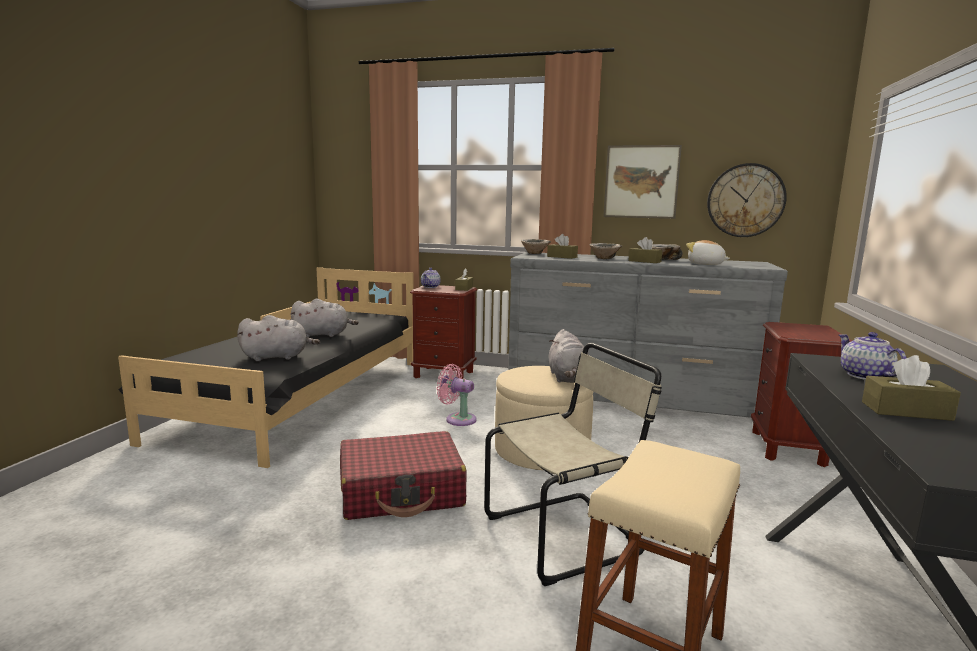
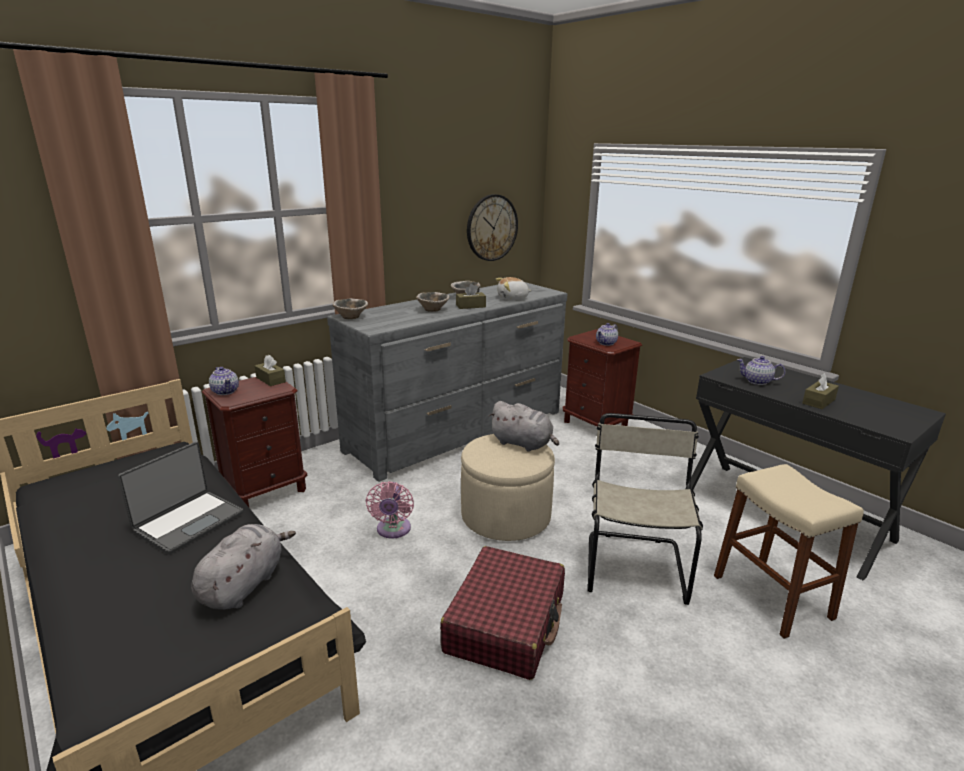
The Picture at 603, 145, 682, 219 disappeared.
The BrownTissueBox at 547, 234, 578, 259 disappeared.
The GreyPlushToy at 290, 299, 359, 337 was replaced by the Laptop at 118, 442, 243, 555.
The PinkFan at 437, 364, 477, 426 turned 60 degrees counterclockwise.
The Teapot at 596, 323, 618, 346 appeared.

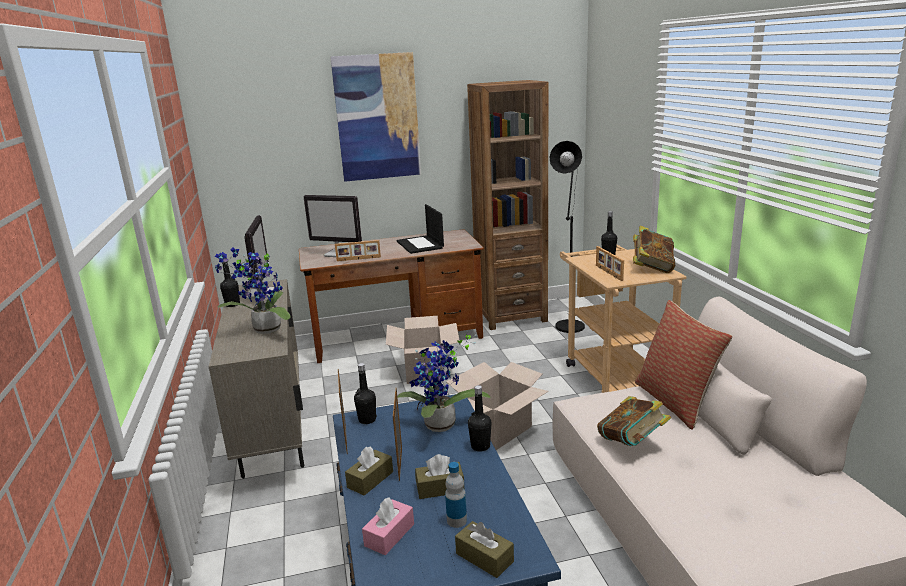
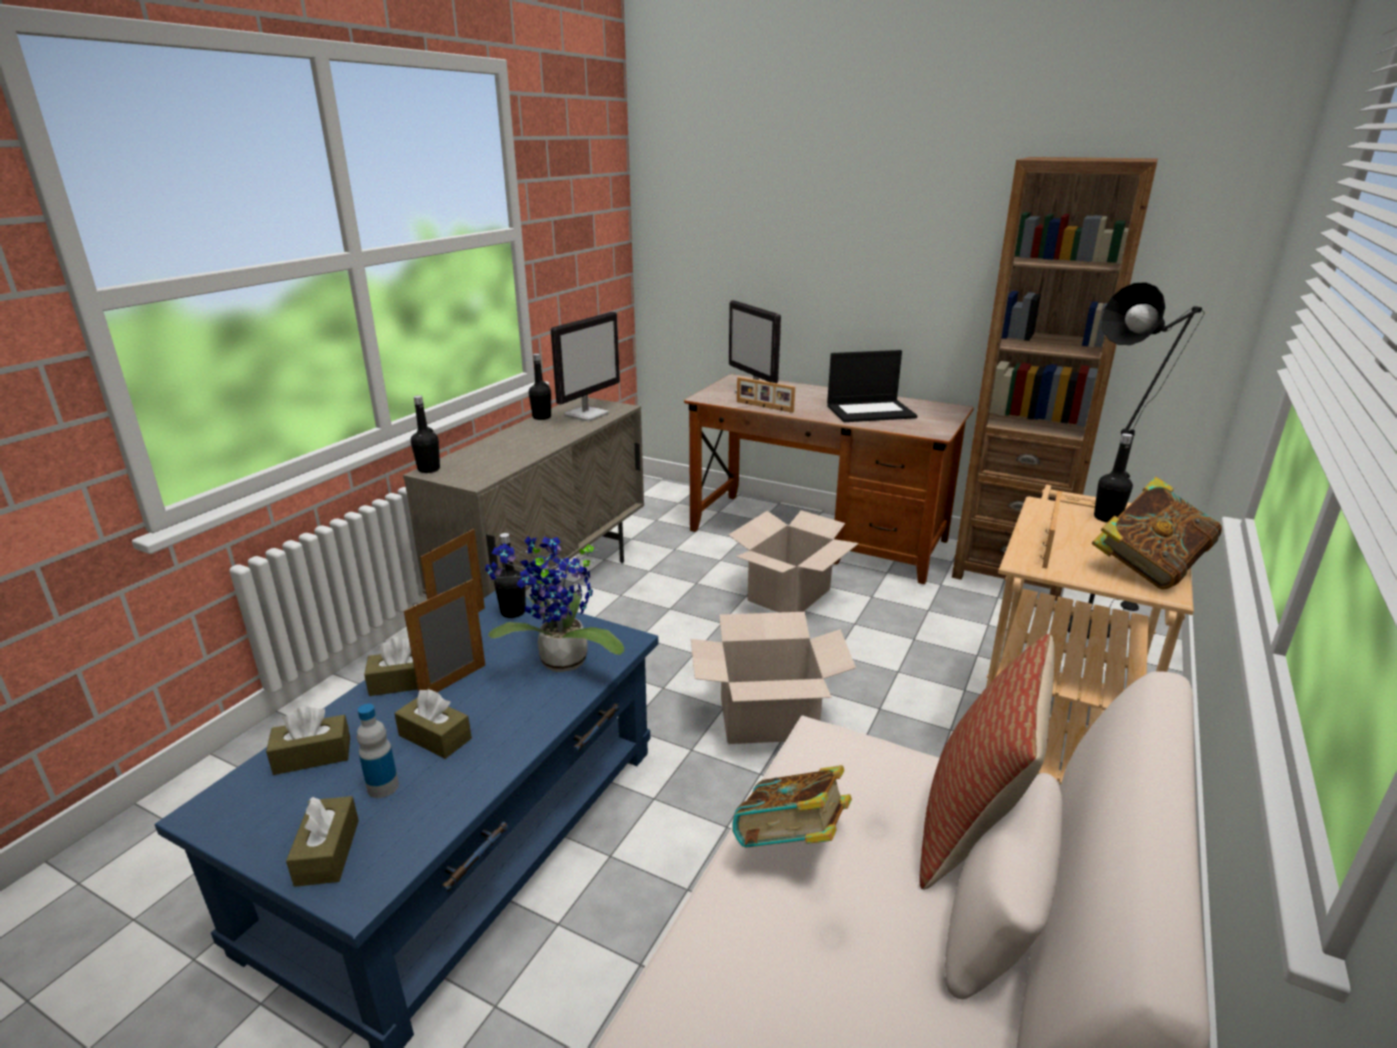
The Picture at 330, 52, 421, 182 disappeared.
The Laptop at 396, 204, 444, 254 turned 120 degrees counterclockwise.
The PottedPlant at 215, 248, 290, 334 disappeared.
The BlackBottle moved from 468, 385, 491, 452 to 411, 395, 440, 473.
The PinkTissueBox at 362, 497, 414, 555 became the BrownTissueBox at 266, 706, 350, 775.

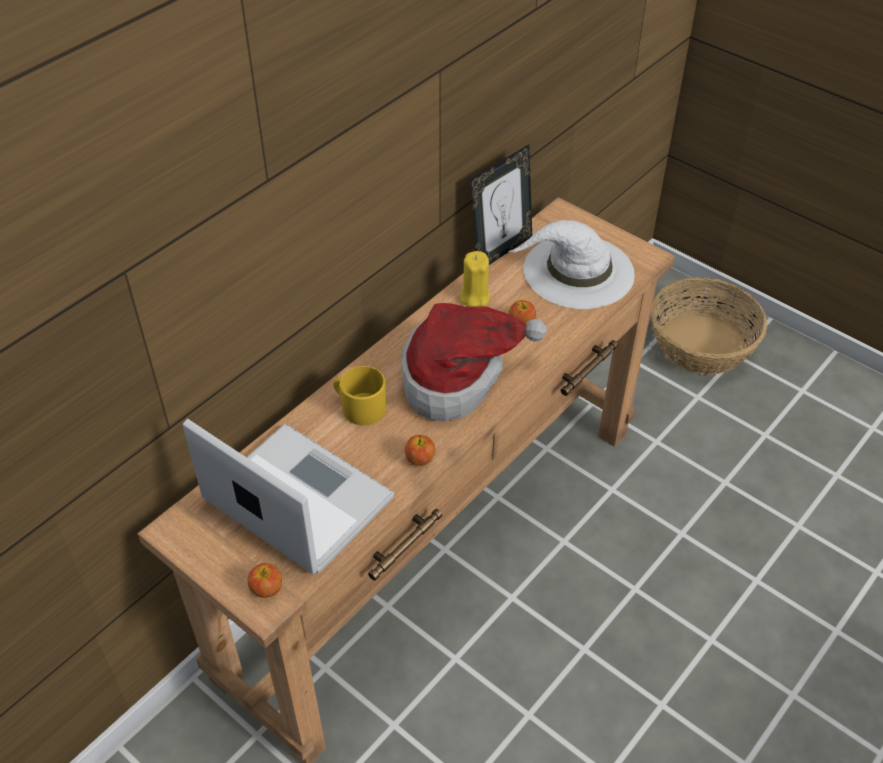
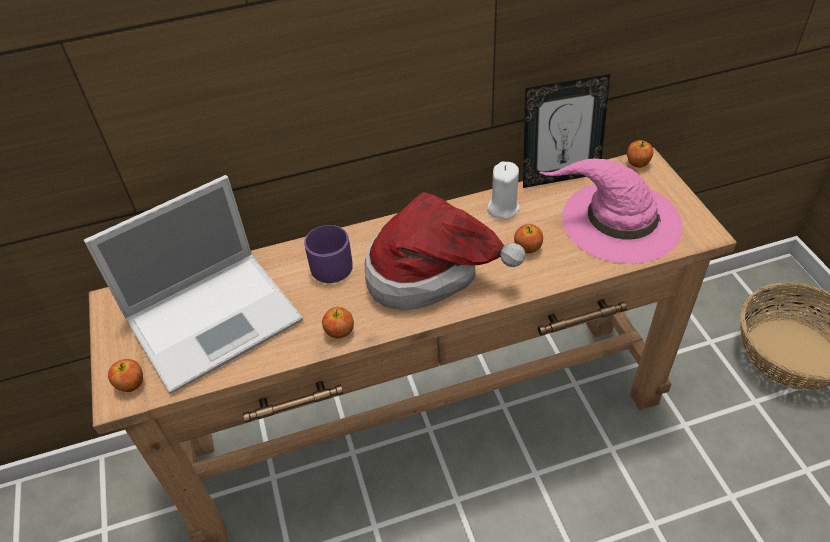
The WhiteHat at 509, 220, 634, 309 became the PinkHat at 540, 159, 683, 264.
The YellowCandle at 459, 251, 490, 307 became the WhiteCandle at 487, 161, 520, 219.
The YellowMug at 333, 366, 387, 426 became the PurpleMug at 304, 225, 353, 283.
The Laptop at 183, 419, 394, 574 turned 75 degrees clockwise.
The Apple at 627, 140, 653, 168 appeared.

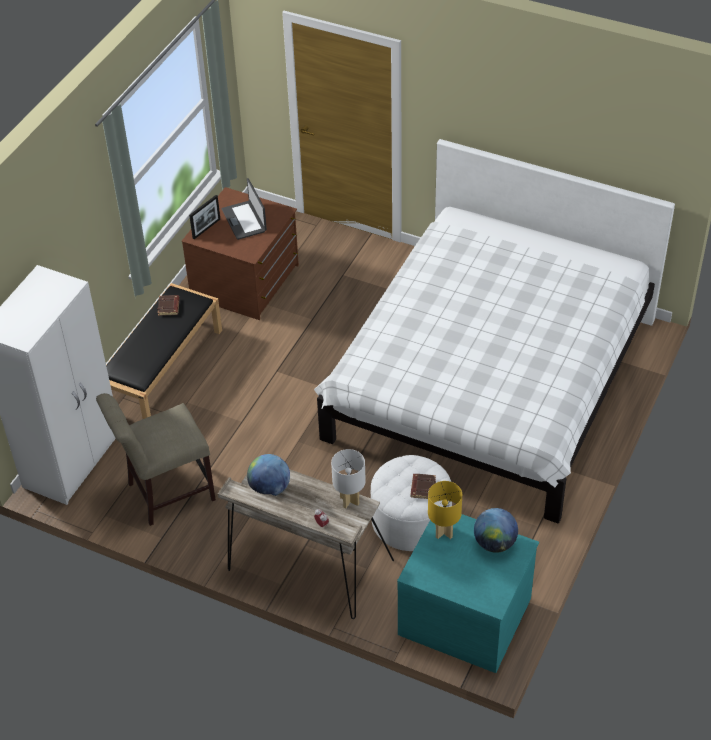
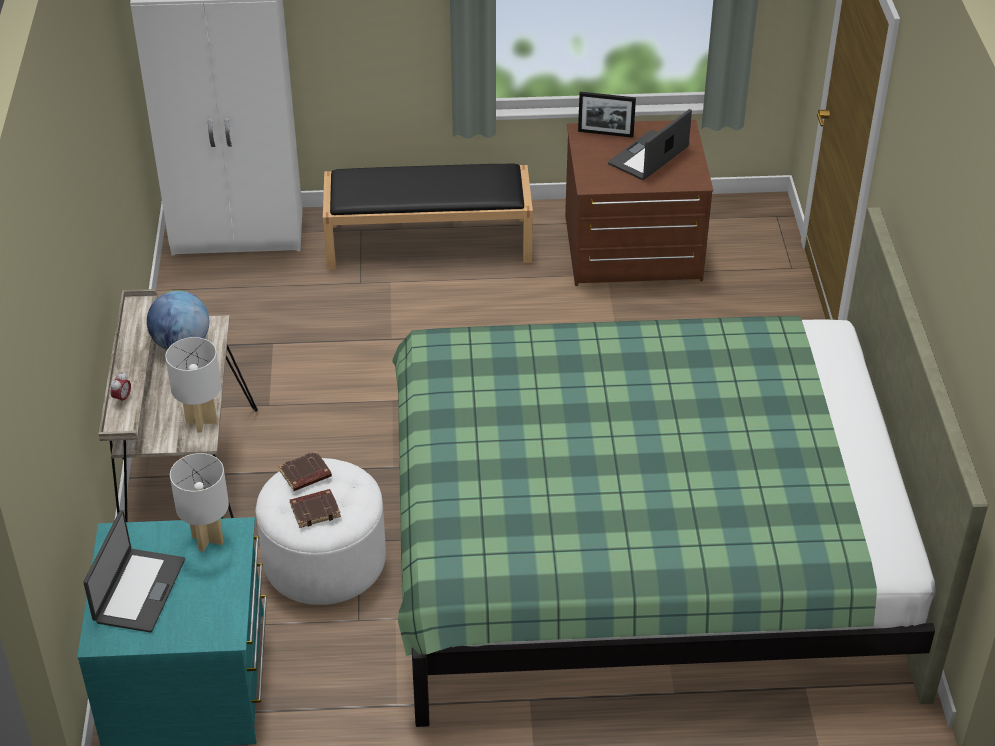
The WhiteBed at 314, 139, 675, 523 became the GreenBed at 392, 207, 988, 727.
The BrownBook moved from 157, 295, 180, 316 to 279, 451, 332, 491.
The BeigeChair at 96, 393, 216, 526 disappeared.
The YellowTableLamp at 428, 481, 462, 539 became the WhiteTableLamp at 170, 453, 229, 552.
The Globe at 474, 508, 518, 553 disappeared.
The Laptop at 83, 510, 185, 633 appeared.

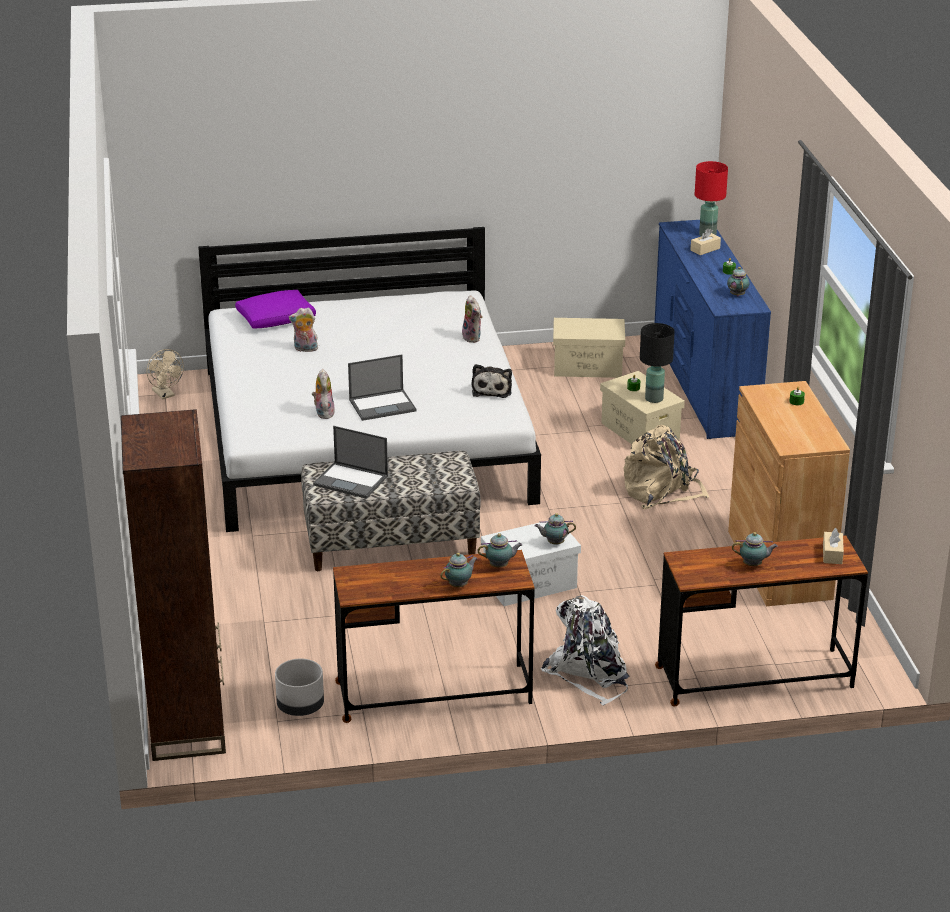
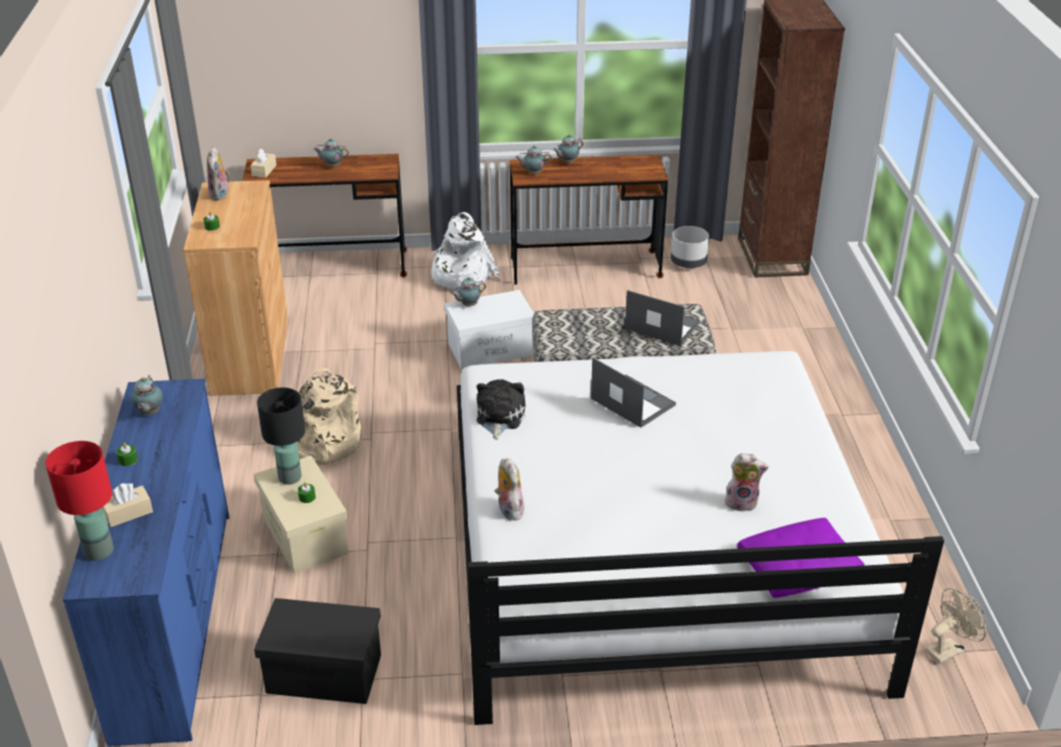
The BeigeStorageBox at 553, 318, 625, 378 became the BlackStorageBox at 254, 598, 381, 704.
The BeigeFan at 146, 349, 184, 399 turned 90 degrees clockwise.
The Laptop at 348, 355, 417, 421 turned 60 degrees clockwise.
The PlushToy moved from 312, 369, 335, 419 to 207, 146, 229, 200.
The Teapot at 535, 513, 576, 544 turned 150 degrees clockwise.

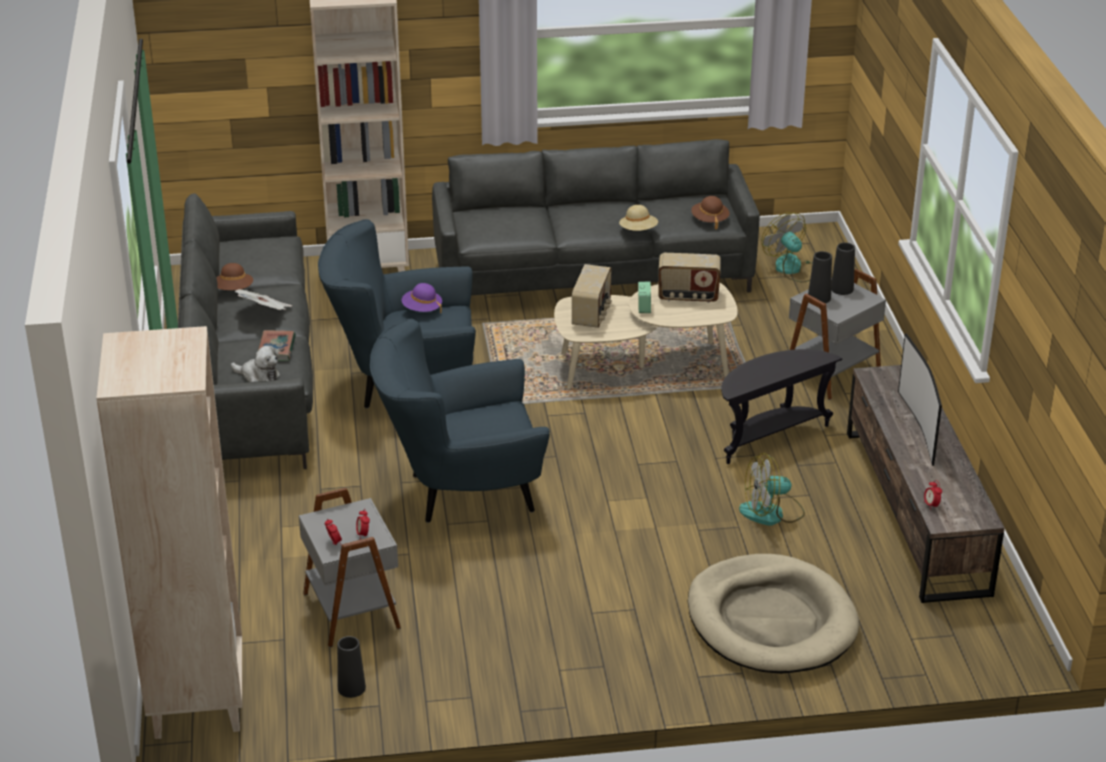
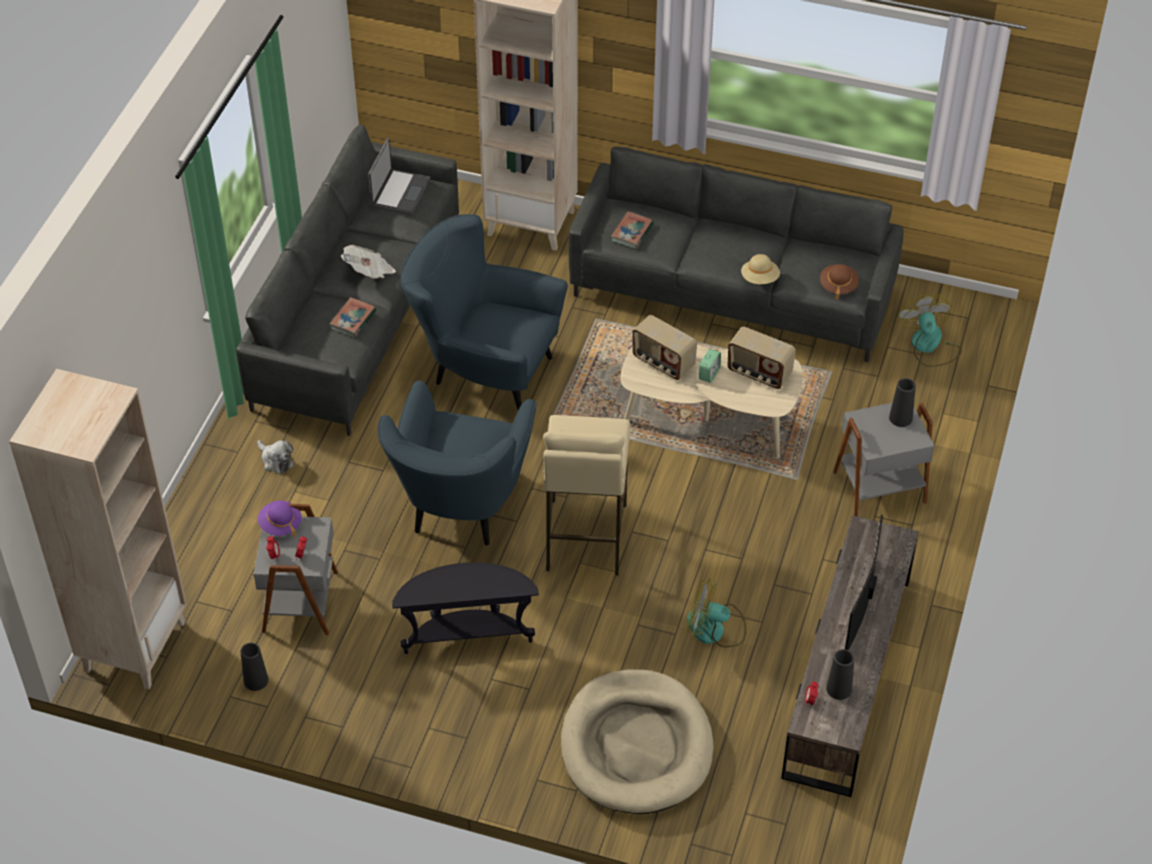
The BlackVase moved from 808, 251, 832, 303 to 826, 649, 854, 700.
The BrownHat at 216, 263, 253, 290 disappeared.
The Radio at 572, 264, 612, 328 turned 90 degrees clockwise.
The PurpleHat moved from 402, 283, 442, 313 to 258, 500, 302, 538.
The BlueArmchair at 370, 319, 550, 523 turned 90 degrees counterclockwise.
The PlushToy moved from 231, 345, 280, 382 to 257, 440, 294, 474.
The BlackSideTable moved from 721, 349, 842, 464 to 392, 562, 539, 654.
The Laptop at 368, 138, 430, 215 appeared.
The Book at 611, 211, 654, 249 appeared.
The BeigeStool at 543, 415, 630, 576 appeared.

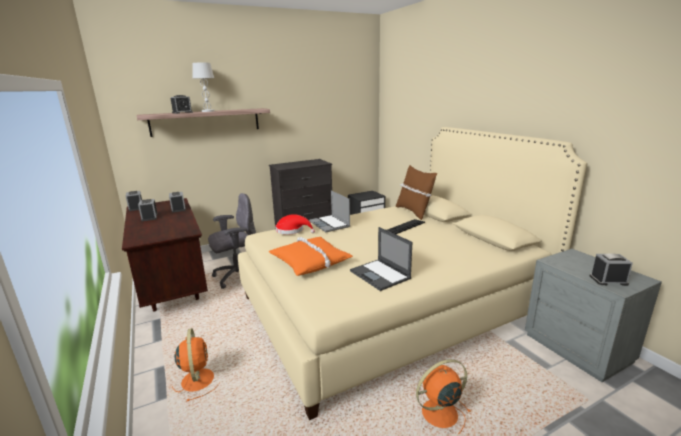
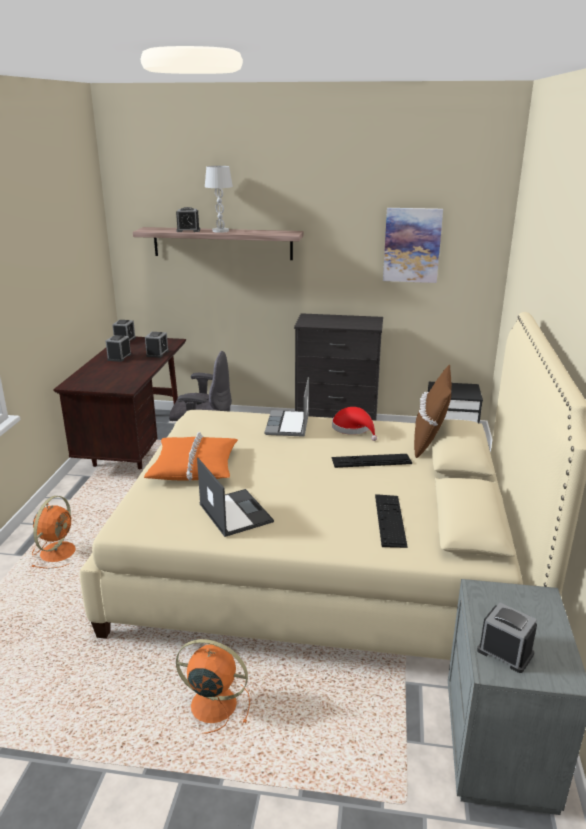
The RedHat moved from 276, 214, 315, 235 to 332, 407, 377, 441.
The Laptop at 350, 227, 412, 291 turned 150 degrees clockwise.
The Picture at 383, 208, 443, 283 appeared.
The Keyboard at 375, 494, 408, 548 appeared.

